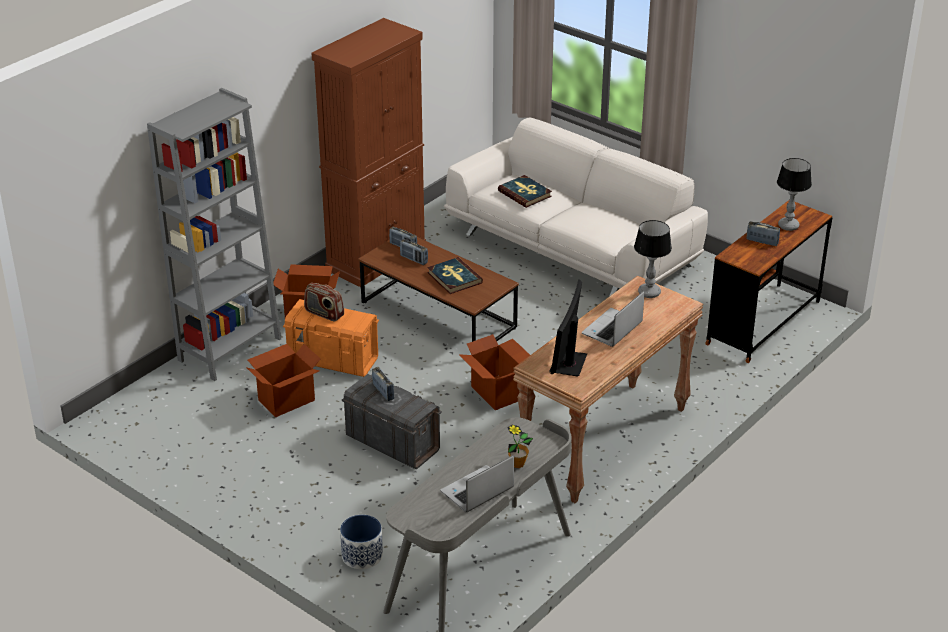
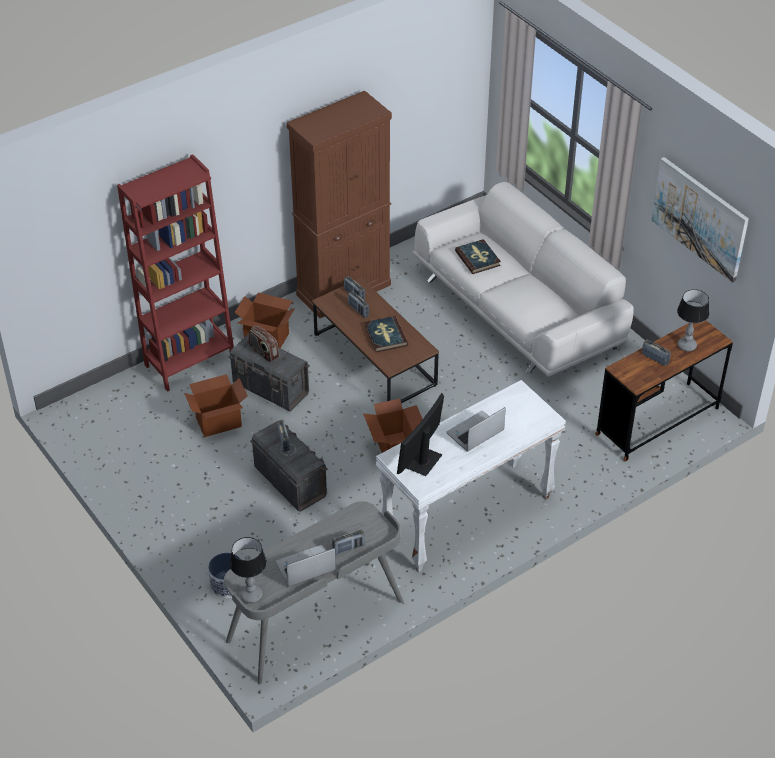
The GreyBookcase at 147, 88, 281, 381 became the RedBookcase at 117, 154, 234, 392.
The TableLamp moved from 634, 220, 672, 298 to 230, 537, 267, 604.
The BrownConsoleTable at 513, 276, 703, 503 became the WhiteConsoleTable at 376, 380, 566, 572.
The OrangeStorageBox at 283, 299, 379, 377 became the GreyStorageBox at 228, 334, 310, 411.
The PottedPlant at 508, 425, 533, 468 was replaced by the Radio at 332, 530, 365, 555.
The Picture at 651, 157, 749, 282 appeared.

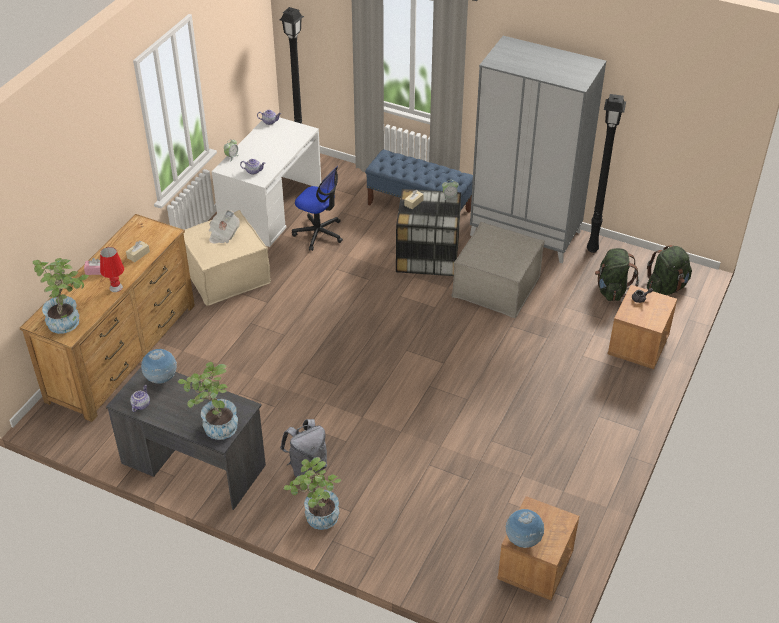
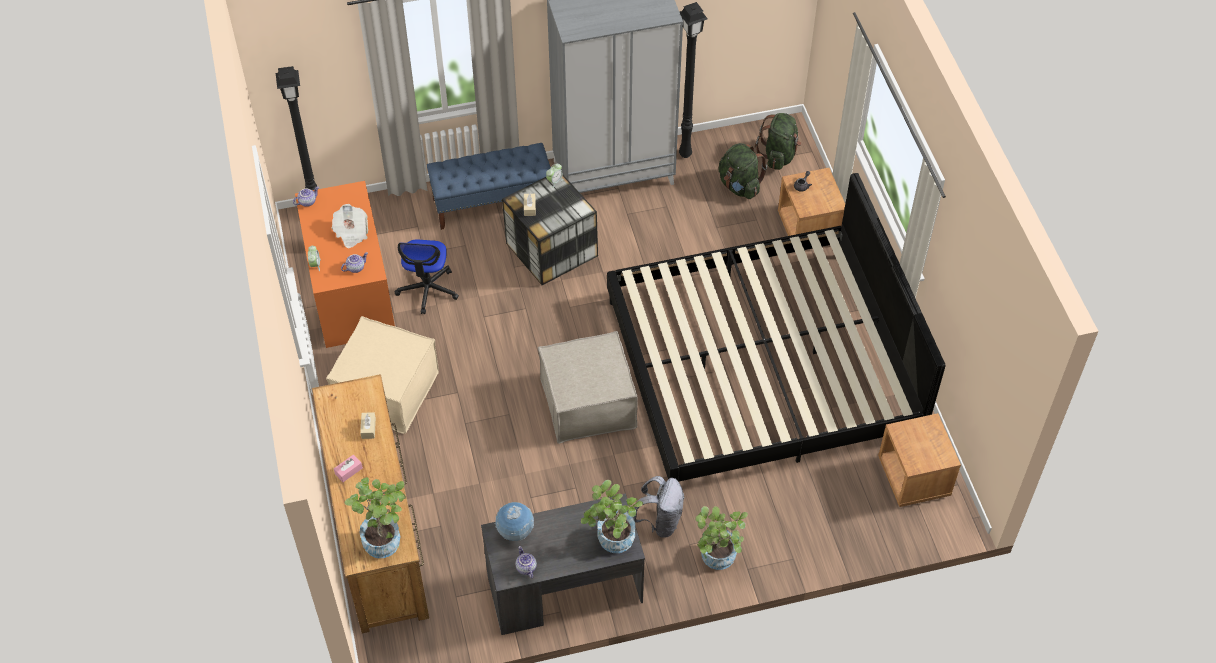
The WhiteDesk at 212, 117, 321, 247 became the OrangeDesk at 295, 181, 395, 348.
The OfficeChair at 292, 166, 343, 251 turned 105 degrees clockwise.
The Newspaper moved from 209, 210, 240, 243 to 332, 204, 368, 248.
The BeigeOttoman moved from 451, 222, 545, 318 to 538, 331, 638, 444.
The RedTableLamp at 100, 247, 124, 292 disappeared.
The Globe at 505, 509, 544, 548 disappeared.
The Bed at 607, 173, 946, 481 appeared.

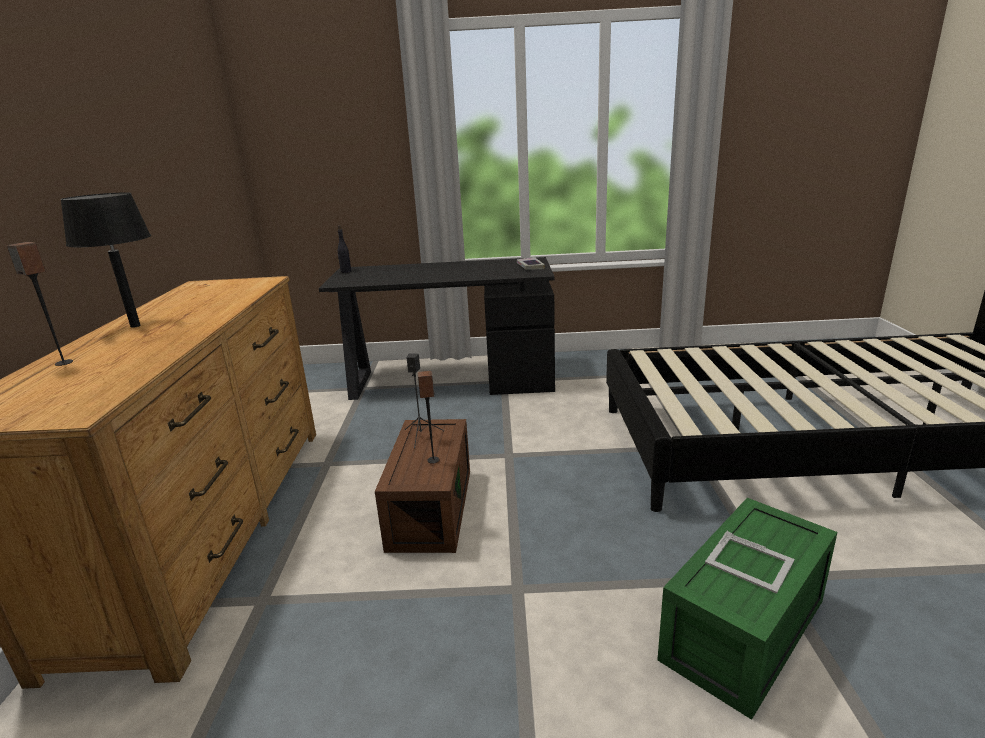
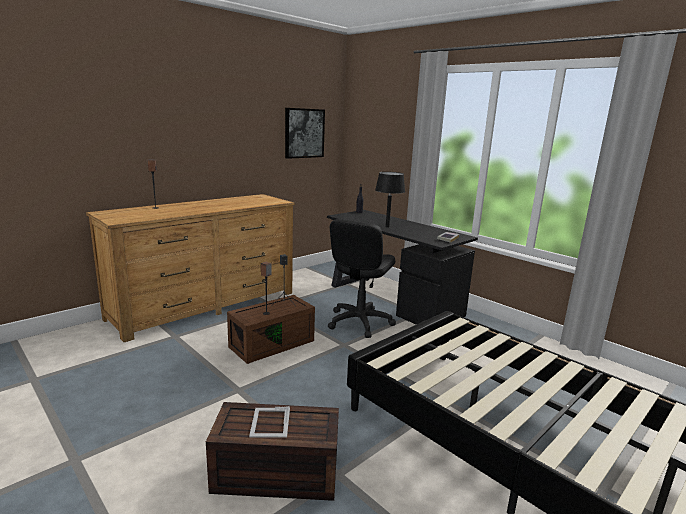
The BlackTableLamp moved from 60, 192, 151, 328 to 375, 172, 405, 228.
The GreenStorageBox at 657, 498, 837, 720 became the BrownStorageBox at 206, 402, 339, 501.
The Picture at 285, 108, 325, 159 appeared.
The BlackOfficeChair at 328, 219, 396, 338 appeared.

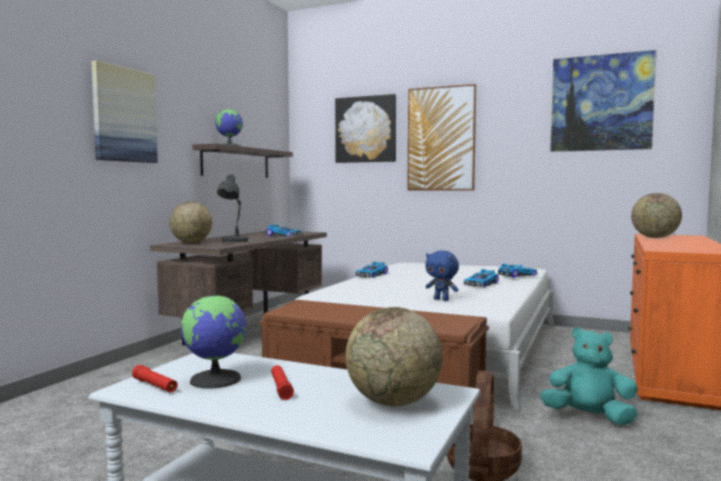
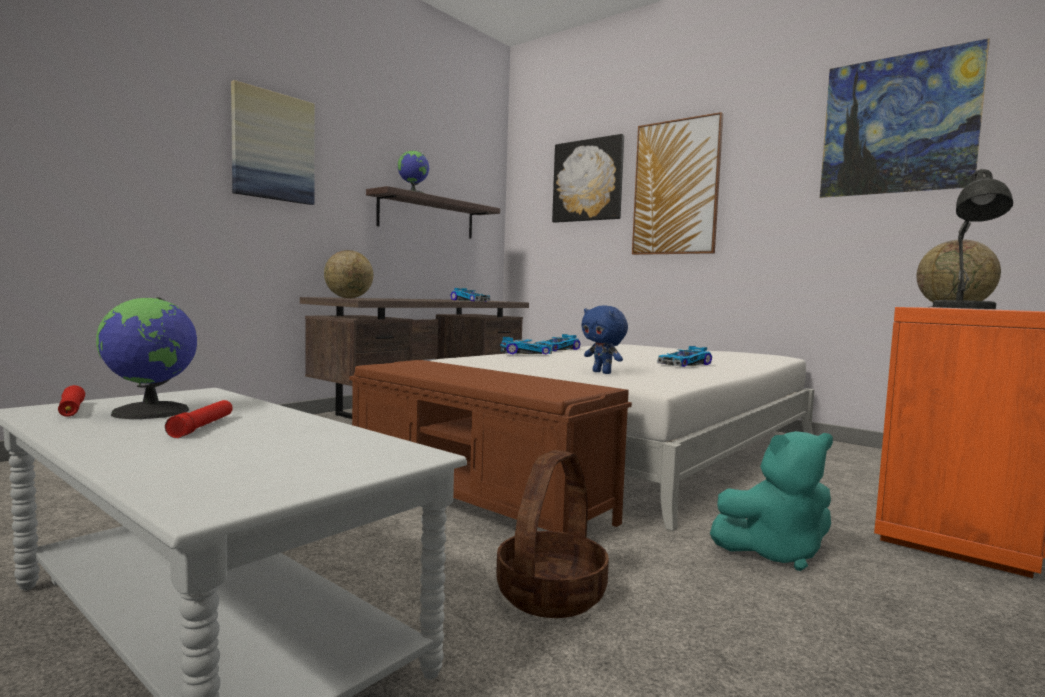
The GreyTableLamp moved from 217, 174, 248, 242 to 931, 169, 1013, 309.
The ToyCar moved from 498, 264, 538, 278 to 500, 337, 552, 354.
The Globe at 346, 307, 443, 407 disappeared.
The TurquoisePlushToy at 540, 327, 638, 425 turned 135 degrees clockwise.

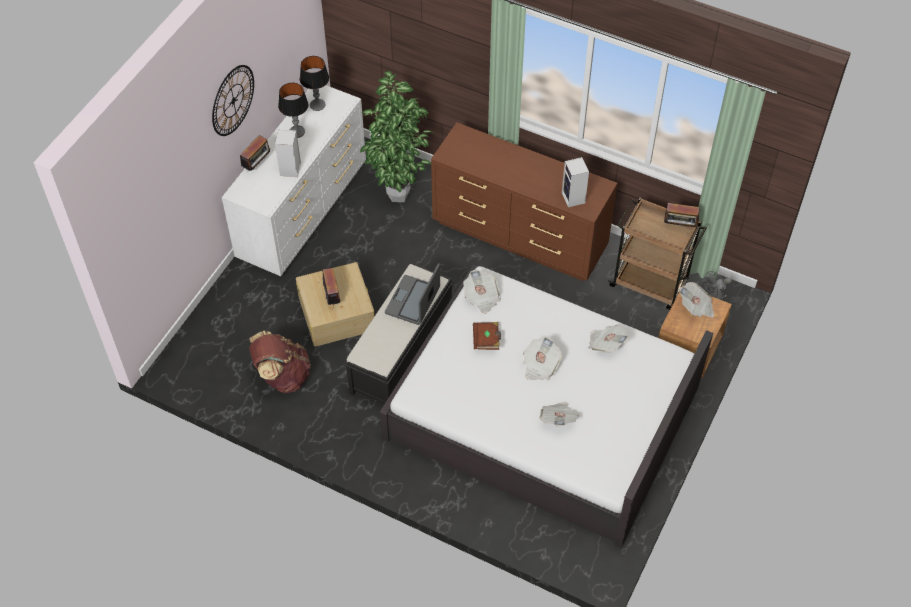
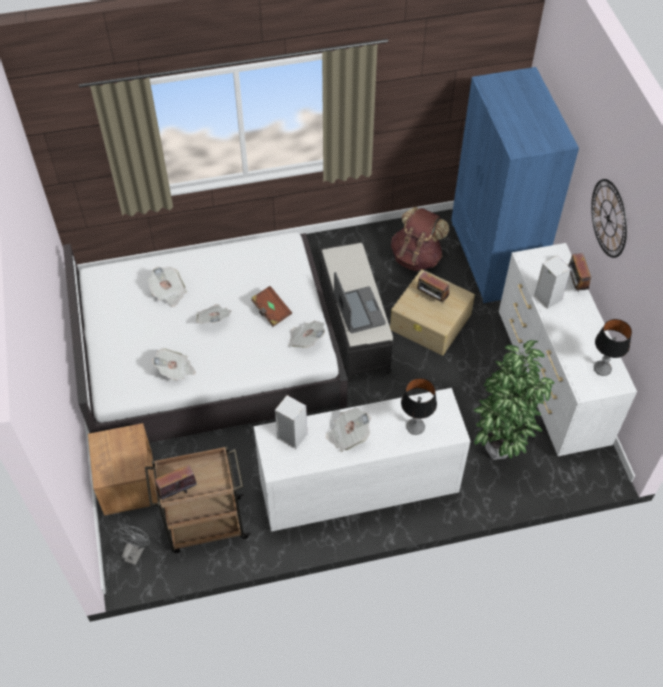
The TableLamp moved from 278, 83, 309, 138 to 401, 378, 437, 435.
The BrownDresser at 431, 122, 618, 281 became the WhiteDresser at 254, 388, 471, 532.
The Newspaper moved from 679, 282, 714, 318 to 326, 407, 371, 452.
The BlueWardrobe at 451, 67, 579, 303 appeared.

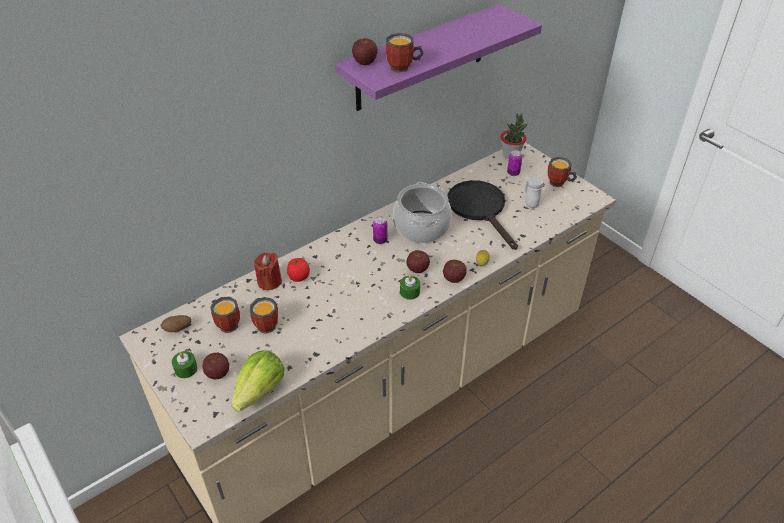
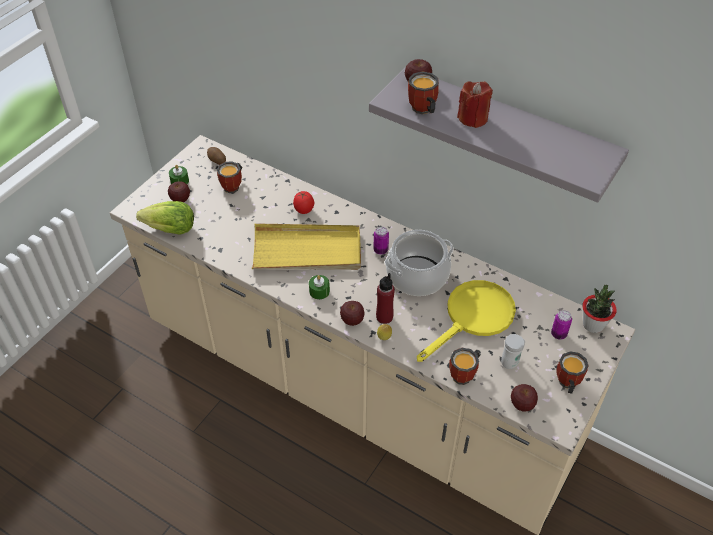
The PurpleShelf at 335, 4, 542, 111 became the GreyShelf at 369, 67, 629, 203.
The BlackFryingPan at 448, 180, 518, 250 became the YellowFryingPan at 417, 280, 516, 362.
The Apple moved from 407, 250, 430, 273 to 511, 384, 538, 412.
The RedCandle moved from 254, 253, 282, 290 to 457, 81, 493, 128.
The Mug moved from 250, 297, 278, 334 to 449, 348, 481, 385.
The YellowTray at 251, 223, 361, 270 appeared.
The RedBottle at 376, 273, 395, 324 appeared.

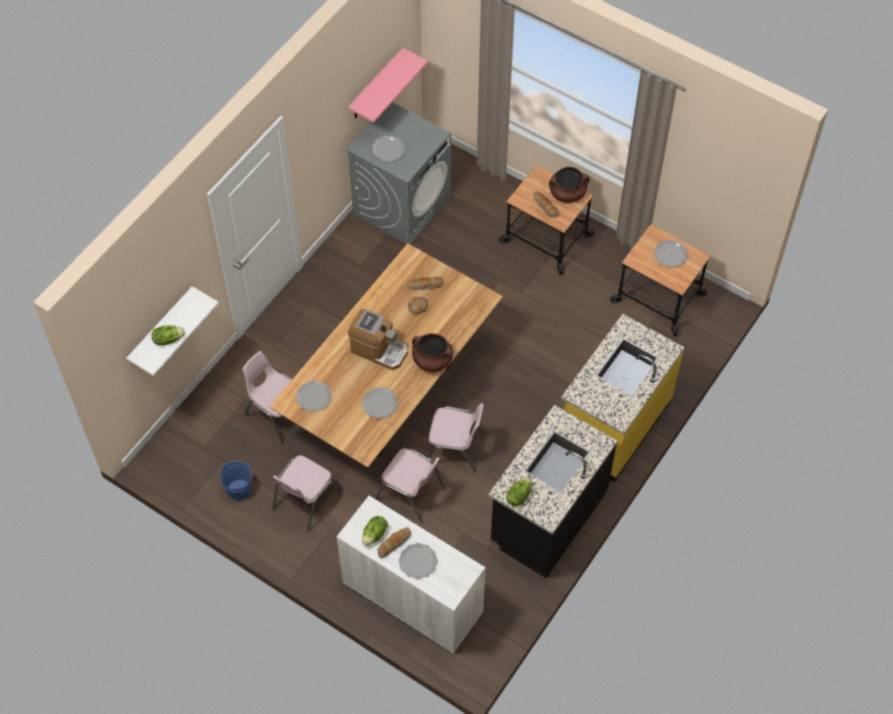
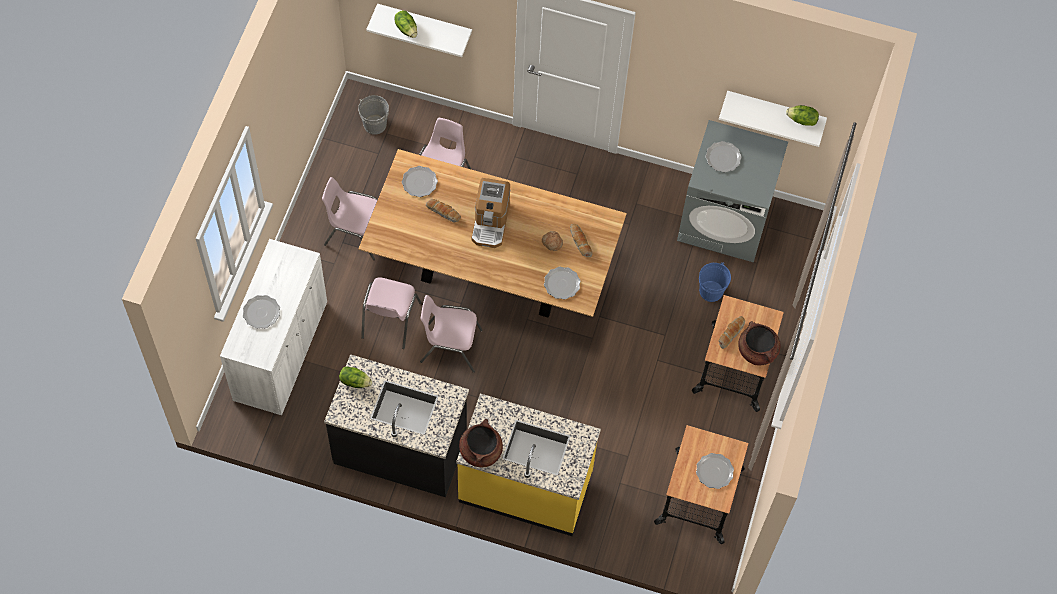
The PinkShelf at 348, 48, 428, 123 became the WhiteShelf at 719, 91, 827, 147.
The BrownCookingPot moved from 412, 333, 453, 372 to 459, 419, 503, 467.
The Plate moved from 362, 387, 398, 419 to 544, 267, 581, 300.
The PinkChair at 428, 403, 484, 473 turned 105 degrees clockwise.
The BlueBucket moved from 220, 461, 252, 501 to 699, 263, 731, 302.
The Lettuce moved from 362, 516, 388, 546 to 786, 105, 819, 126.
The Bread moved from 377, 527, 411, 558 to 426, 199, 461, 222.
The GreyBucket at 358, 95, 389, 135 appeared.

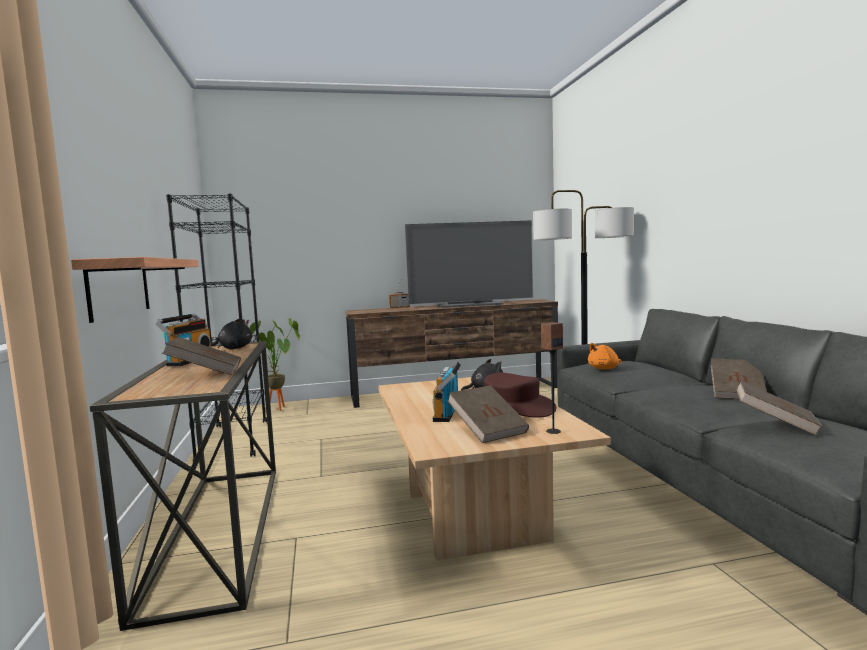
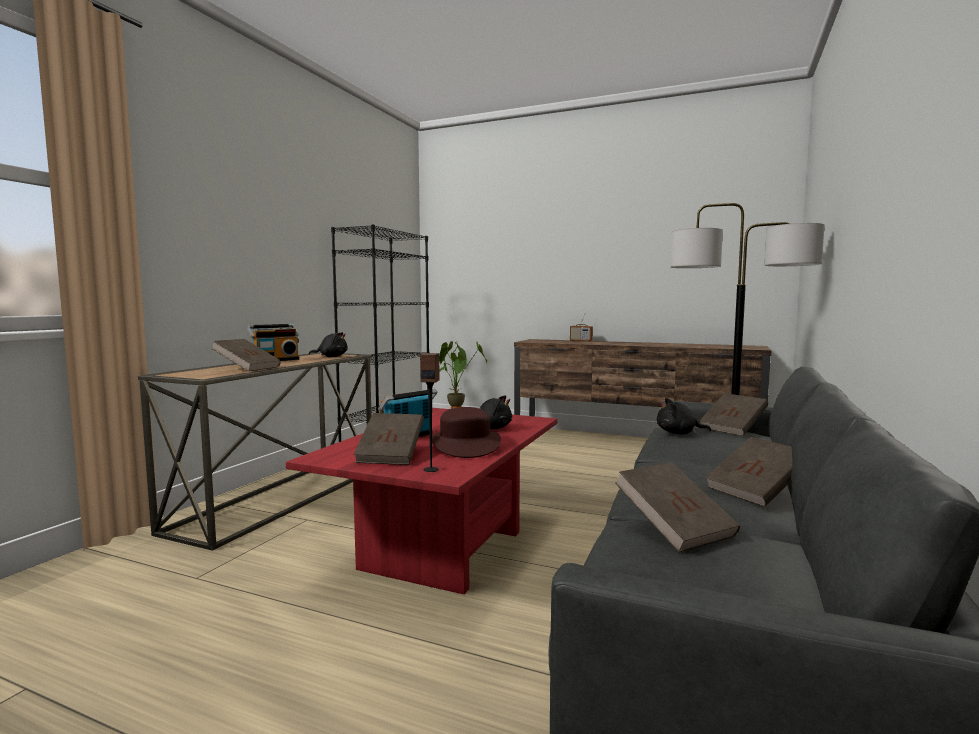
The Television at 405, 220, 533, 308 disappeared.
The Shelf at 71, 257, 199, 323 disappeared.
The OrangePlushToy at 588, 343, 622, 370 became the BlackPlushToy at 657, 398, 711, 434.
The BeigeCoffeeTable at 378, 377, 611, 561 became the RedCoffeeTable at 286, 408, 557, 594.
The BrownBook at 699, 393, 768, 436 appeared.

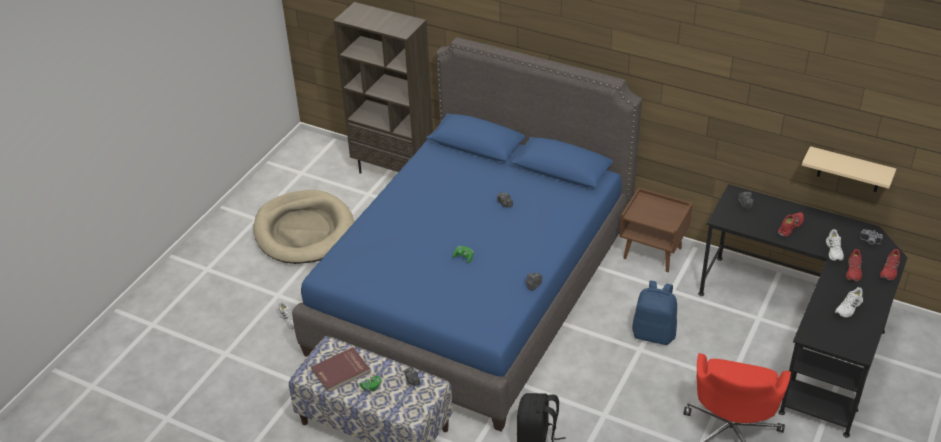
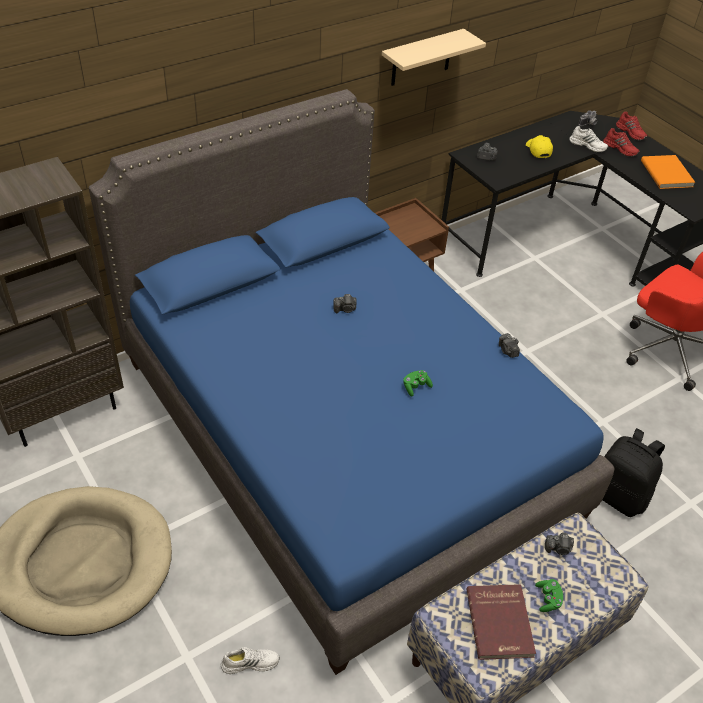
The BeigeShelf moved from 802, 146, 896, 192 to 382, 29, 486, 86.
The RedShoe at 778, 212, 804, 237 was replaced by the YellowCap at 526, 135, 553, 158.
The BlueBackpack at 632, 280, 677, 345 disappeared.
The WhiteShoe at 835, 287, 863, 318 was replaced by the OrangeBook at 641, 155, 695, 189.

